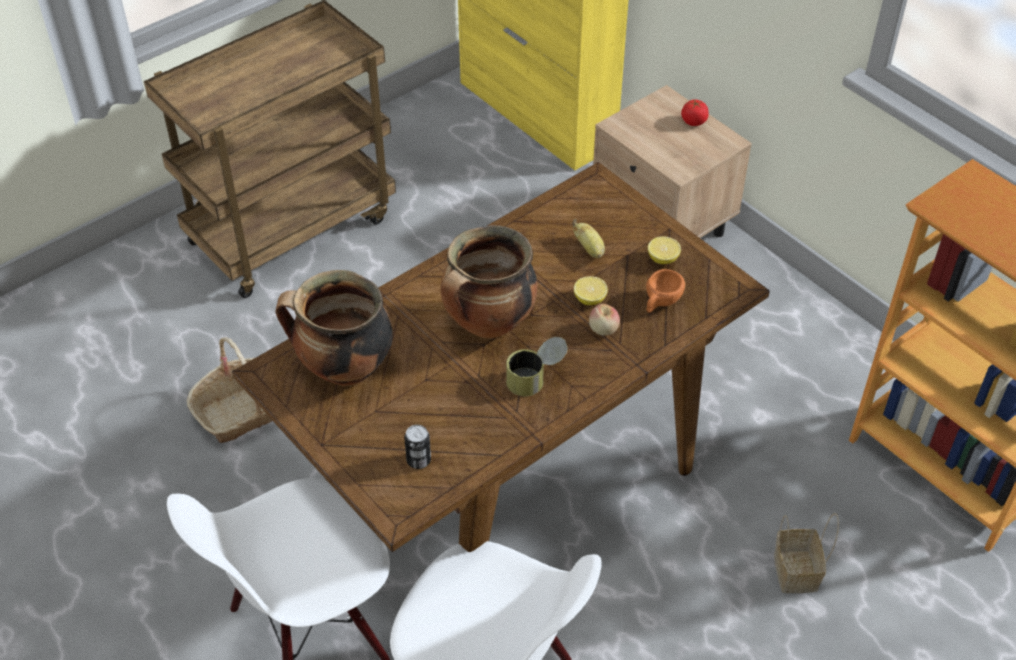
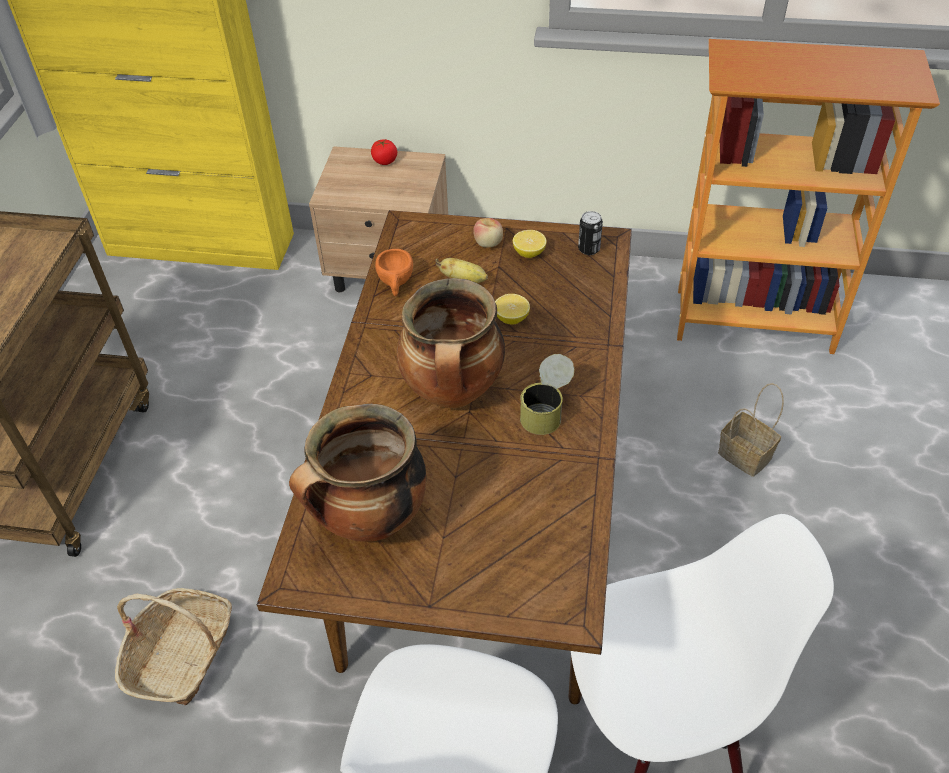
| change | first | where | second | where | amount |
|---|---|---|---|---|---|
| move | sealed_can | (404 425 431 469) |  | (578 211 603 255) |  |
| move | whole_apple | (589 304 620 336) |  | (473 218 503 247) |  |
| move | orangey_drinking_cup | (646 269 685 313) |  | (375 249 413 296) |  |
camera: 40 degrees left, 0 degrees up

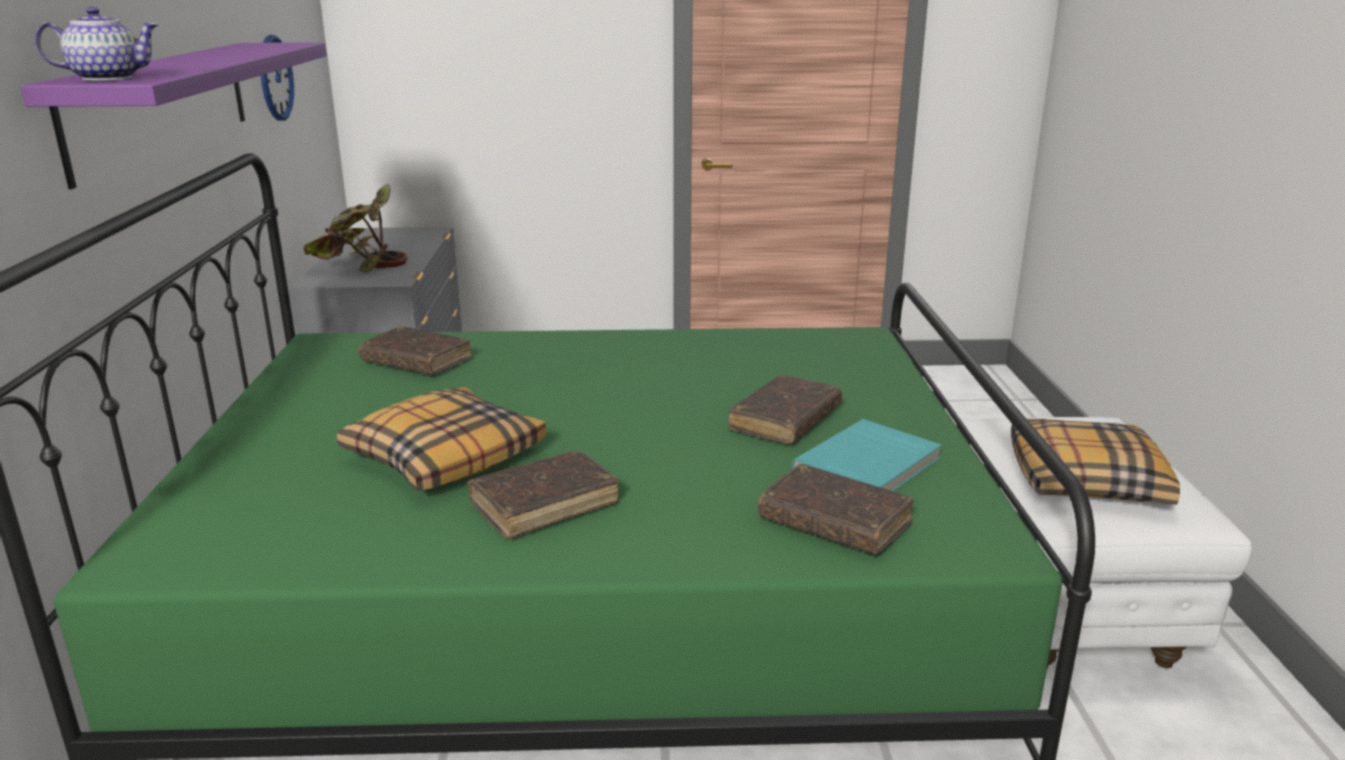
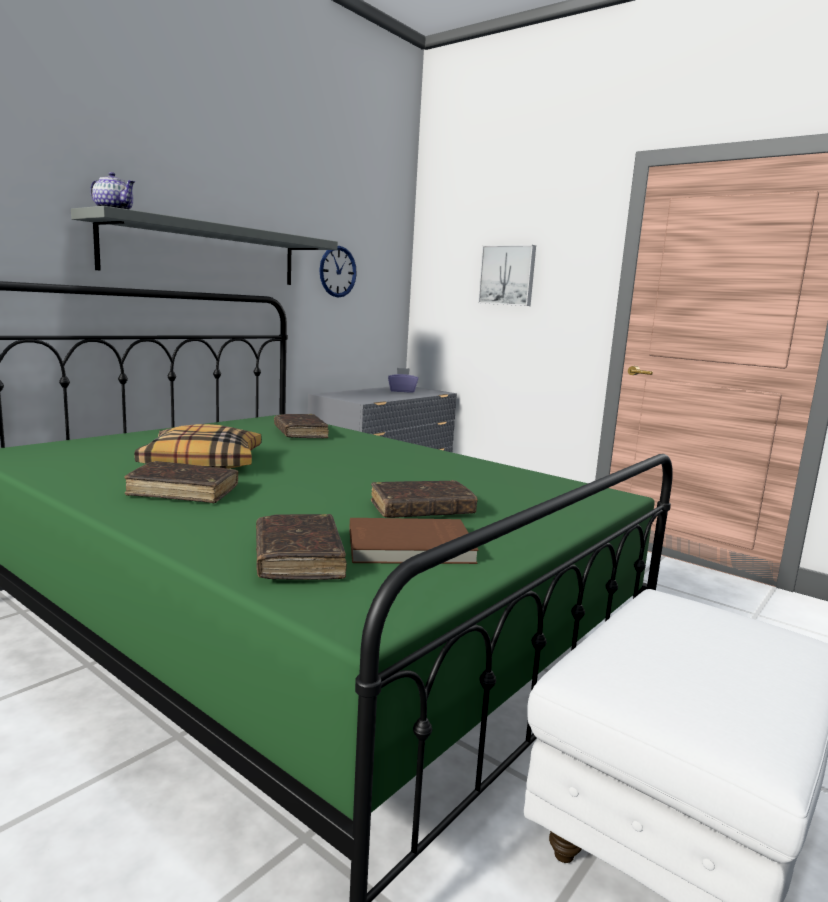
| change | first | where | second | where | amount |
|---|---|---|---|---|---|
| recolor | purple-coloured_shelf | (20 42 327 189) | greyish_shelf | (71 206 338 285) |  |
| delete | houseplant | (304 184 408 272) |  |  |  |
| recolor | blue-green_bound_book | (792 419 942 491) | brown-coloured_bound_book | (349 518 478 564) |  |
| delete | cushion | (1011 419 1180 505) |  |  |  |
| insert |  |  | purple-coloured_tissue_holder | (388 368 418 393) |  |
| insert |  |  | wall_picture | (478 245 536 306) |  |
camera: 40 degrees right, 10 degrees down

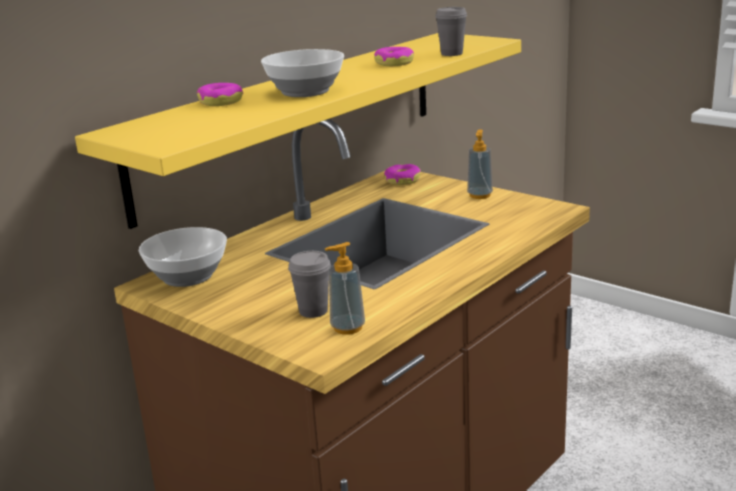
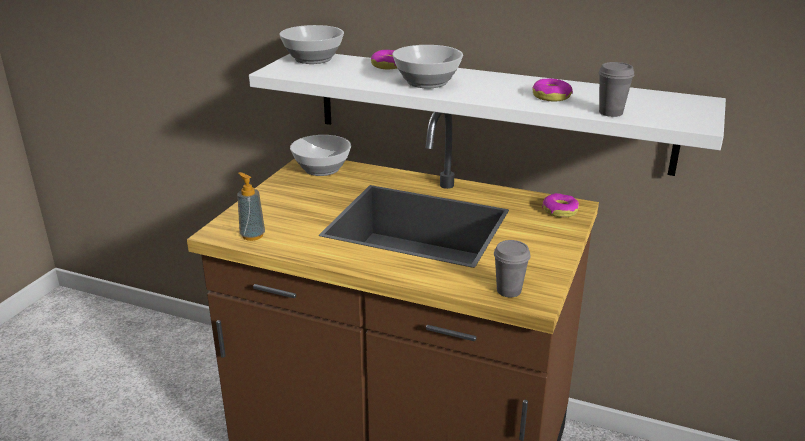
| change | first | where | second | where | amount |
|---|---|---|---|---|---|
| recolor | yellow_shelf | (75 33 521 229) | white_shelf | (249 54 726 176) |  |
| move | greyish_drinking_cup | (288 251 331 318) |  | (494 240 531 297) |  |
| delete | soap_bottle | (467 129 493 199) |  |  |  |
| insert |  |  | deep_dish | (280 25 344 64) |  |
camera: 70 degrees right, 5 degrees up

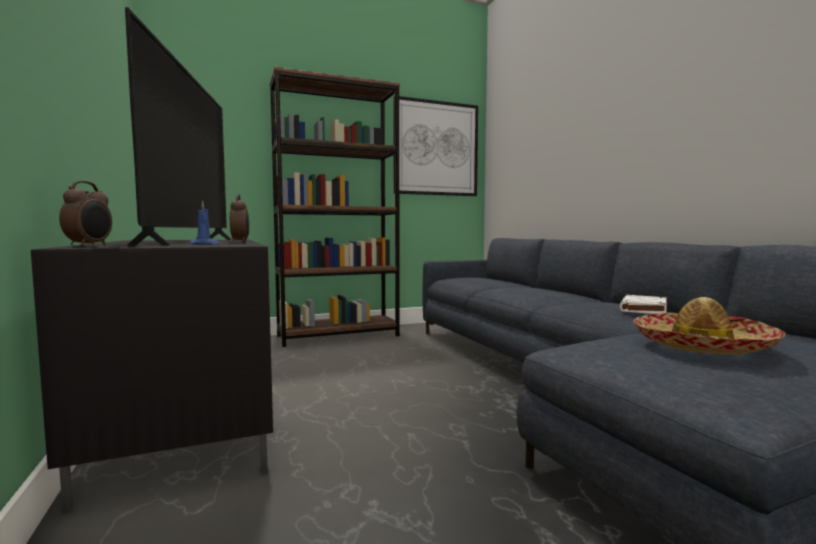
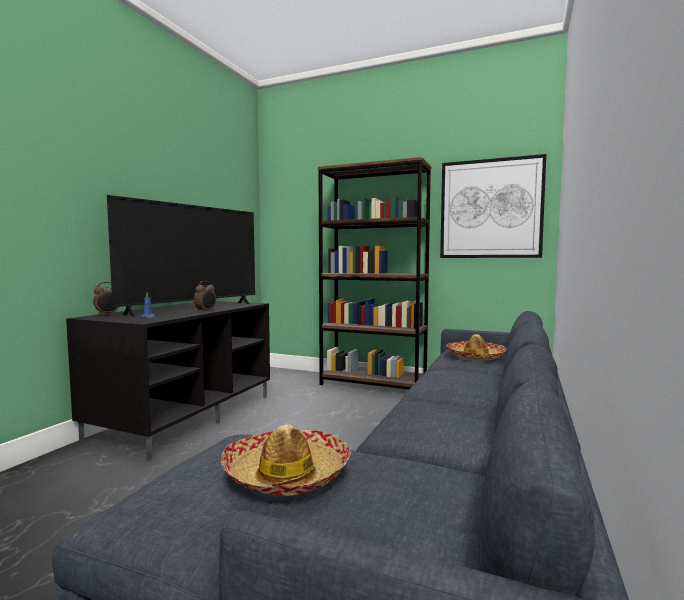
| change | first | where | second | where | amount |
|---|---|---|---|---|---|
| delete | white_bound_book | (620 295 667 314) |  |  |  |
| insert |  |  | hat | (446 334 507 360) |  |
camera: 45 degrees right, 0 degrees up

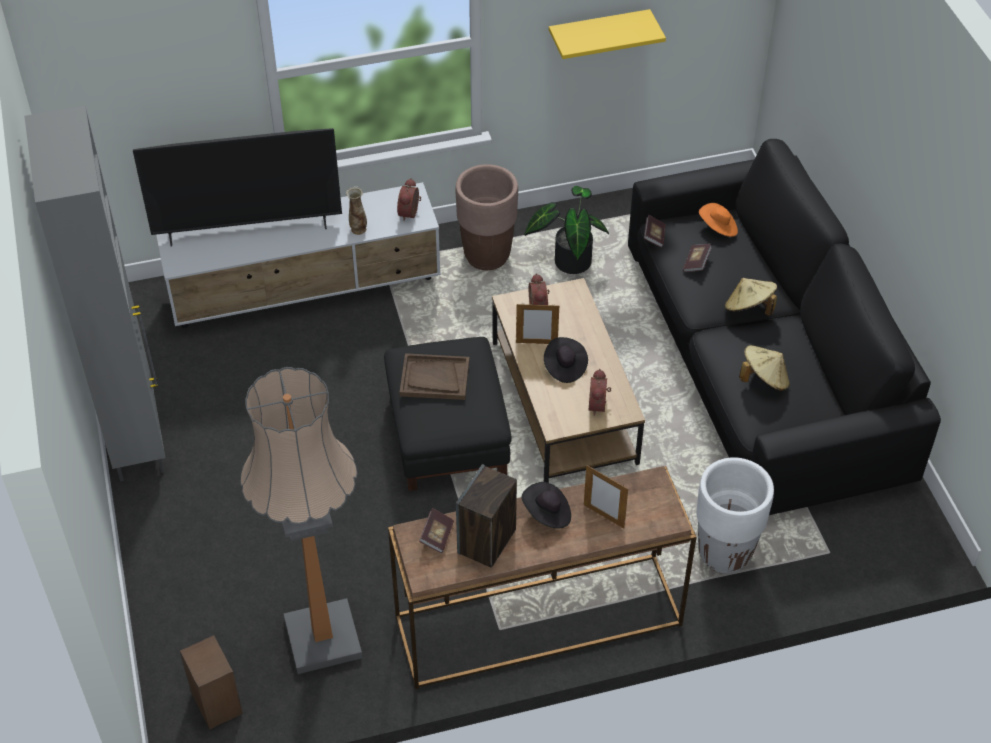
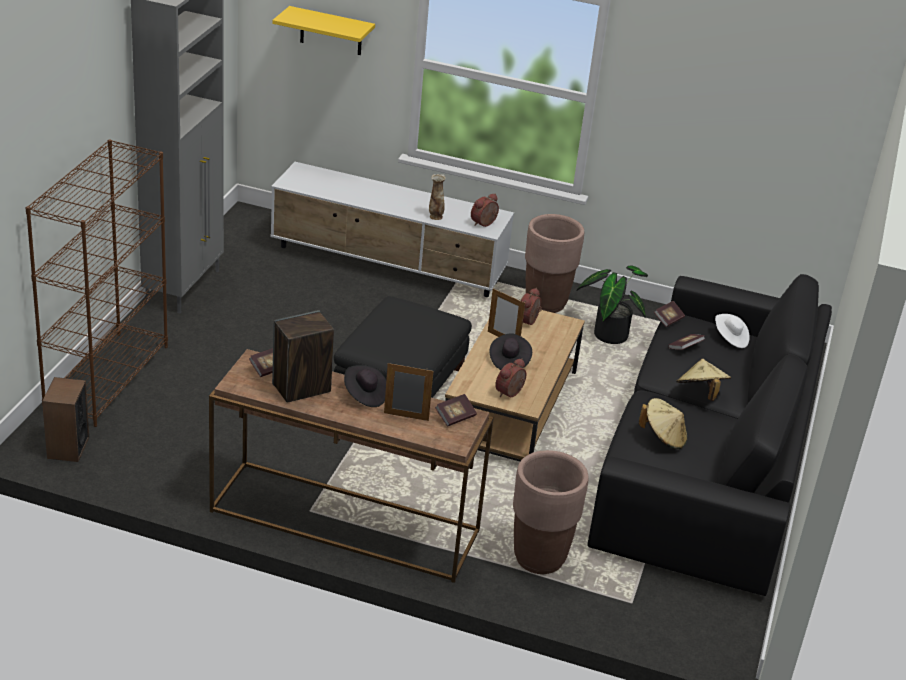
| change | first | where | second | where | amount |
|---|---|---|---|---|---|
| delete | television | (133 128 342 246) |  |  |  |
| delete | floor_lamp | (240 367 362 674) |  |  |  |
| delete | brown-coloured_tray | (400 353 470 400) |  |  |  |
| move | yellow_shelf | (549 9 666 59) |  | (272 6 375 55) |  |
| rotate | picture_frame | (584 465 628 528) |  | (384 363 433 421) | 120 degrees clockwise |
| recolor | white_planter | (696 457 774 574) | brown-coloured_planter | (513 450 589 574) |  |
| recolor | orangey_hat | (699 203 738 237) | white_hat | (715 314 750 348) |  |
| insert |  |  | brown-coloured_shelving_unit | (25 139 168 427) |  |
| insert |  |  | bound_book | (435 394 477 427) |  |
camera: 30 degrees right, 15 degrees down

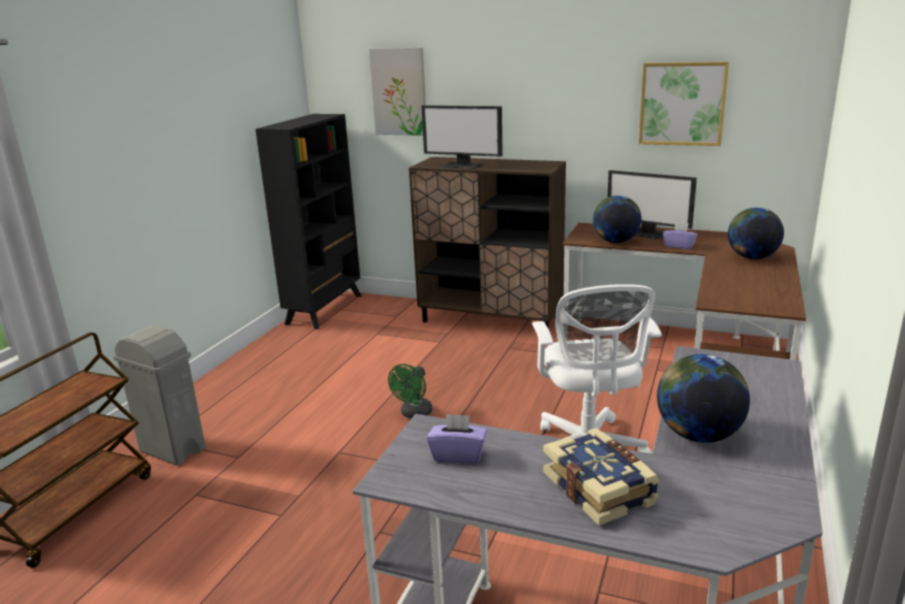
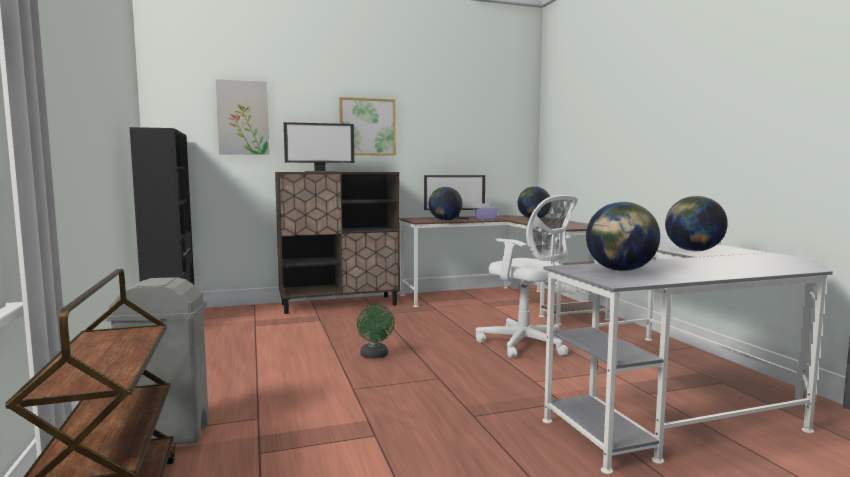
| change | first | where | second | where | amount |
|---|---|---|---|---|---|
| replace | purple-coloured_tissue_holder | (427 414 487 464) | desk_globe | (586 202 660 271) |  |
| delete | bound_book | (543 428 660 526) |  |  |  |
| move | wall_picture | (639 62 729 146) |  | (339 97 396 156) |  |
camera: 40 degrees left, 15 degrees down

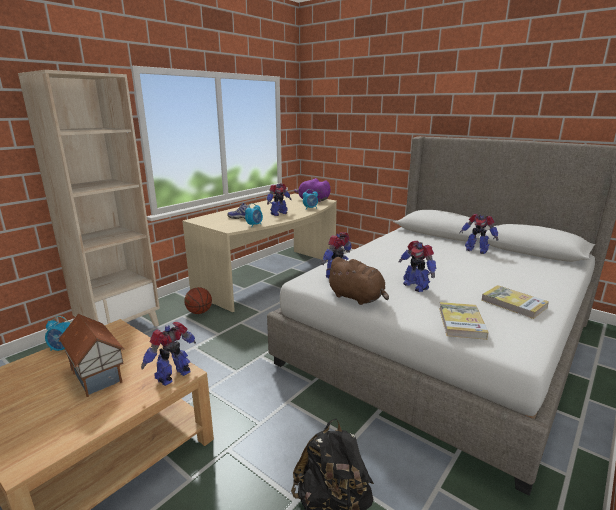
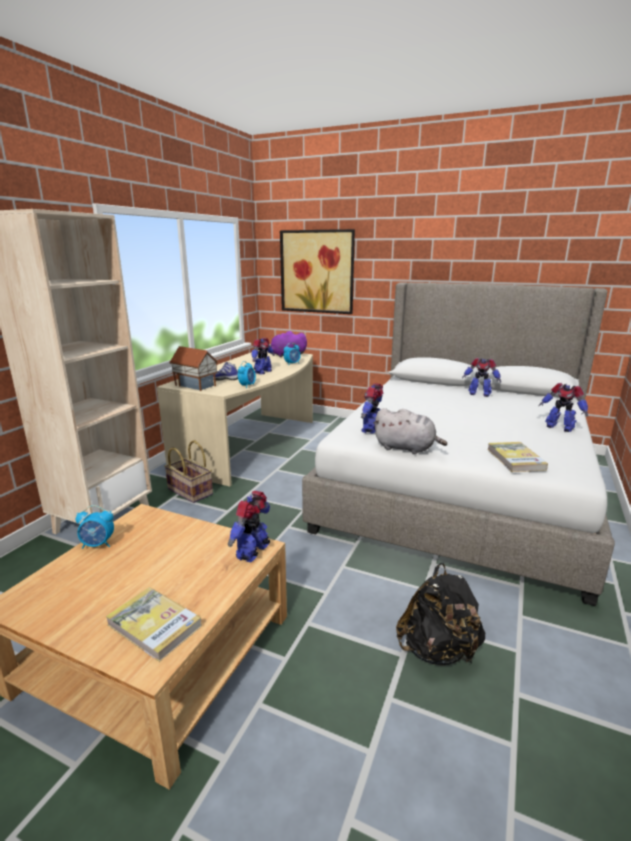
| change | first | where | second | where | amount |
|---|---|---|---|---|---|
| move | model_house | (59 314 125 397) |  | (169 346 218 391) |  |
| replace | basketball_ball | (184 287 212 314) | storage_basket | (164 440 213 503) |  |
| recolor | brown-coloured_plush_toy | (326 257 389 305) | greyish_plush_toy | (374 408 447 454) |  |
| move | model_robot | (399 241 436 292) |  | (539 383 588 432) |  |
| move | bound_book | (482 285 549 319) |  | (106 587 202 662) |  |
| insert |  |  | wall_picture | (280 229 355 314) |  |
camera: 15 degrees left, 0 degrees up

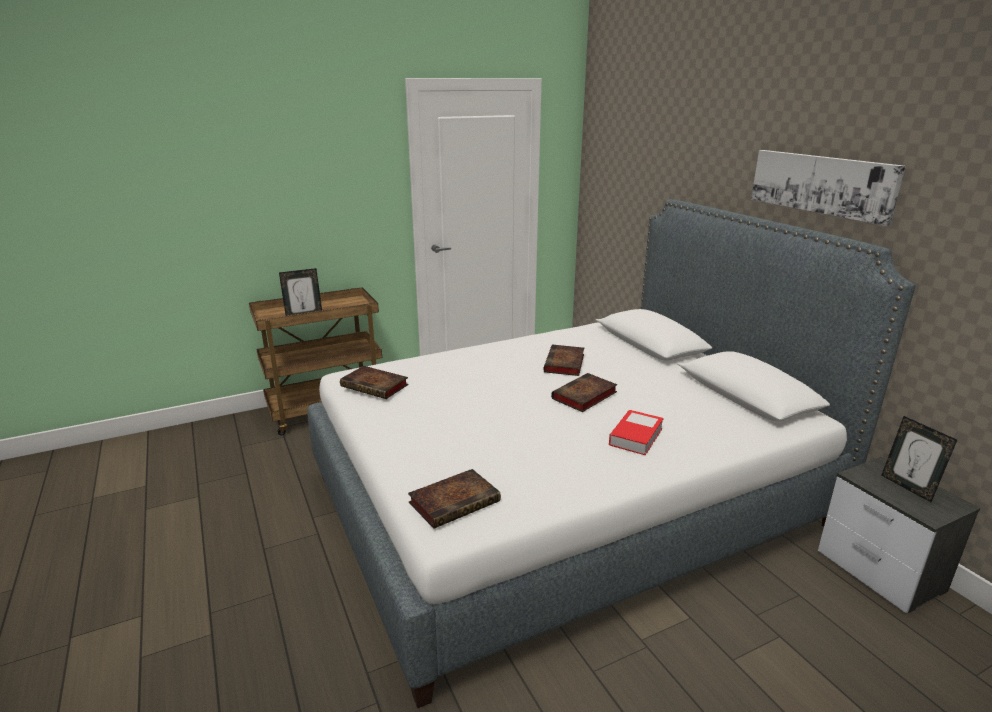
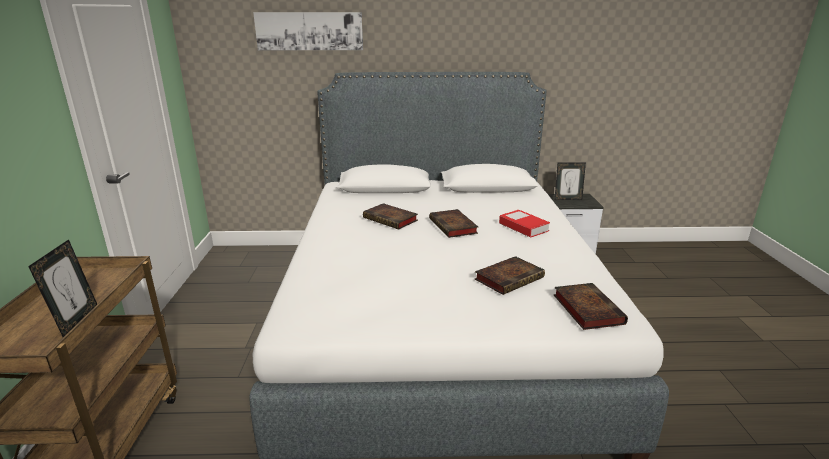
| change | first | where | second | where | amount |
|---|---|---|---|---|---|
| move | bound_book | (340 366 408 399) |  | (475 256 545 295) |  |
| move | wall_picture | (751 150 905 226) |  | (253 12 363 50) |  |
camera: 65 degrees left, 0 degrees up

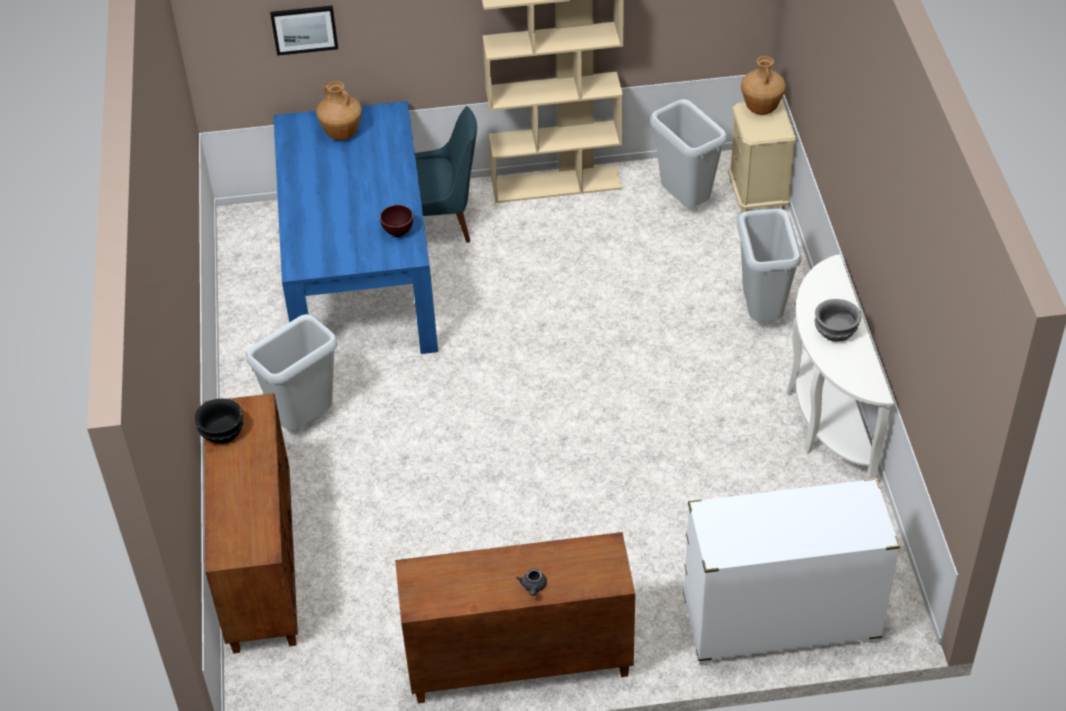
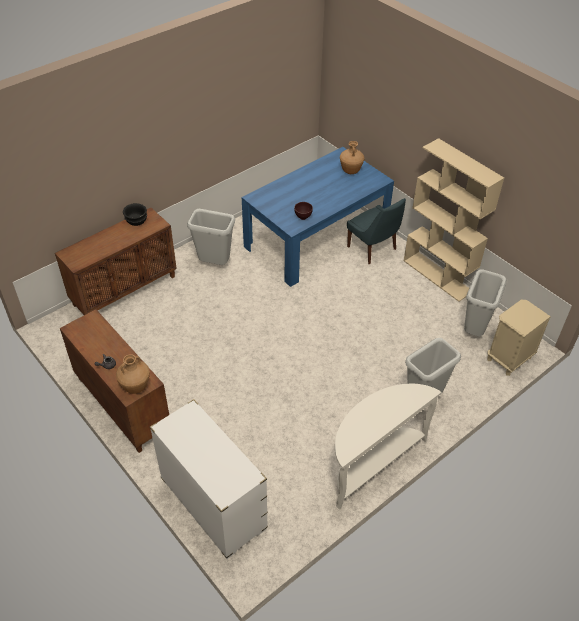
| change | first | where | second | where | amount |
|---|---|---|---|---|---|
| delete | wall_picture | (270 5 338 56) |  |  |  |
| move | brown-coloured_flower_vase | (741 56 786 115) |  | (116 354 150 394) |  |
| delete | greyish_deep_dish | (814 299 861 342) |  |  |  |
camera: 55 degrees right, 0 degrees up

